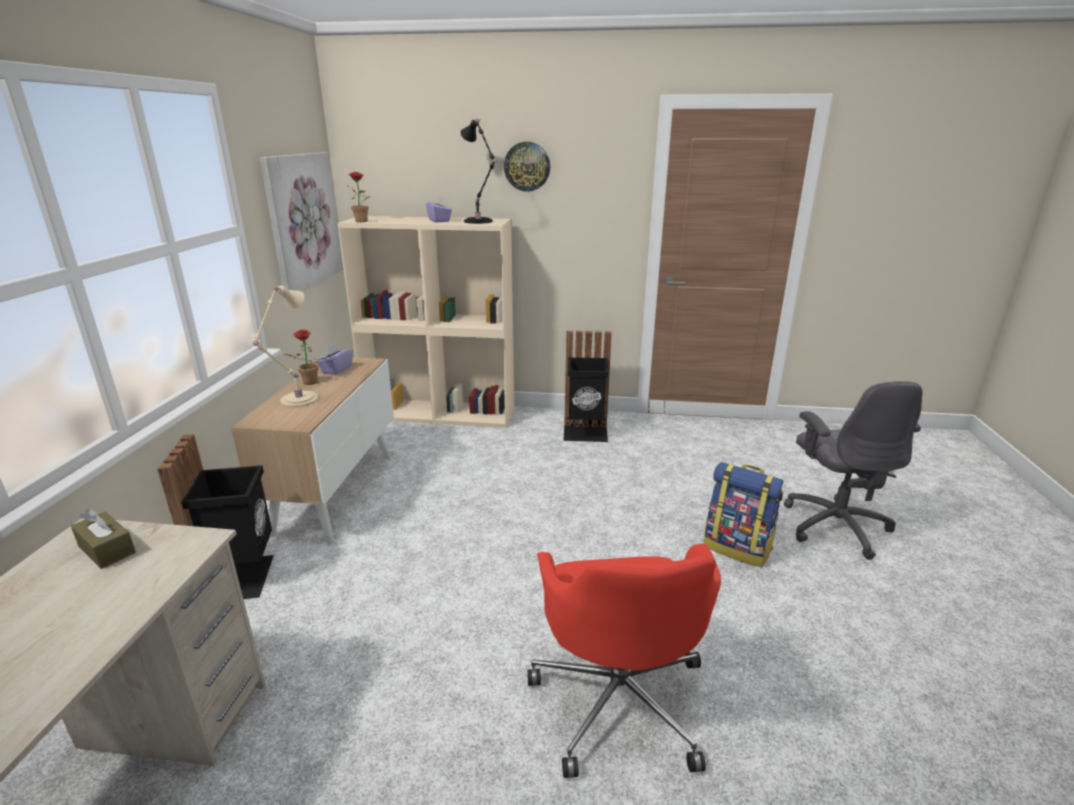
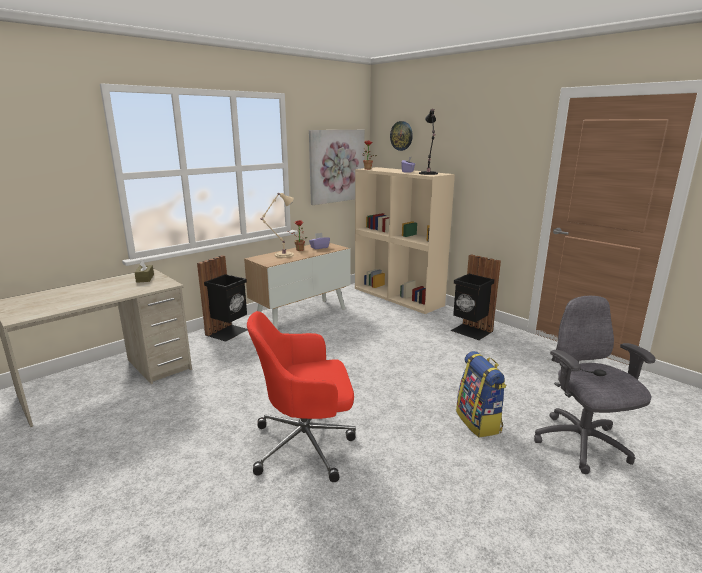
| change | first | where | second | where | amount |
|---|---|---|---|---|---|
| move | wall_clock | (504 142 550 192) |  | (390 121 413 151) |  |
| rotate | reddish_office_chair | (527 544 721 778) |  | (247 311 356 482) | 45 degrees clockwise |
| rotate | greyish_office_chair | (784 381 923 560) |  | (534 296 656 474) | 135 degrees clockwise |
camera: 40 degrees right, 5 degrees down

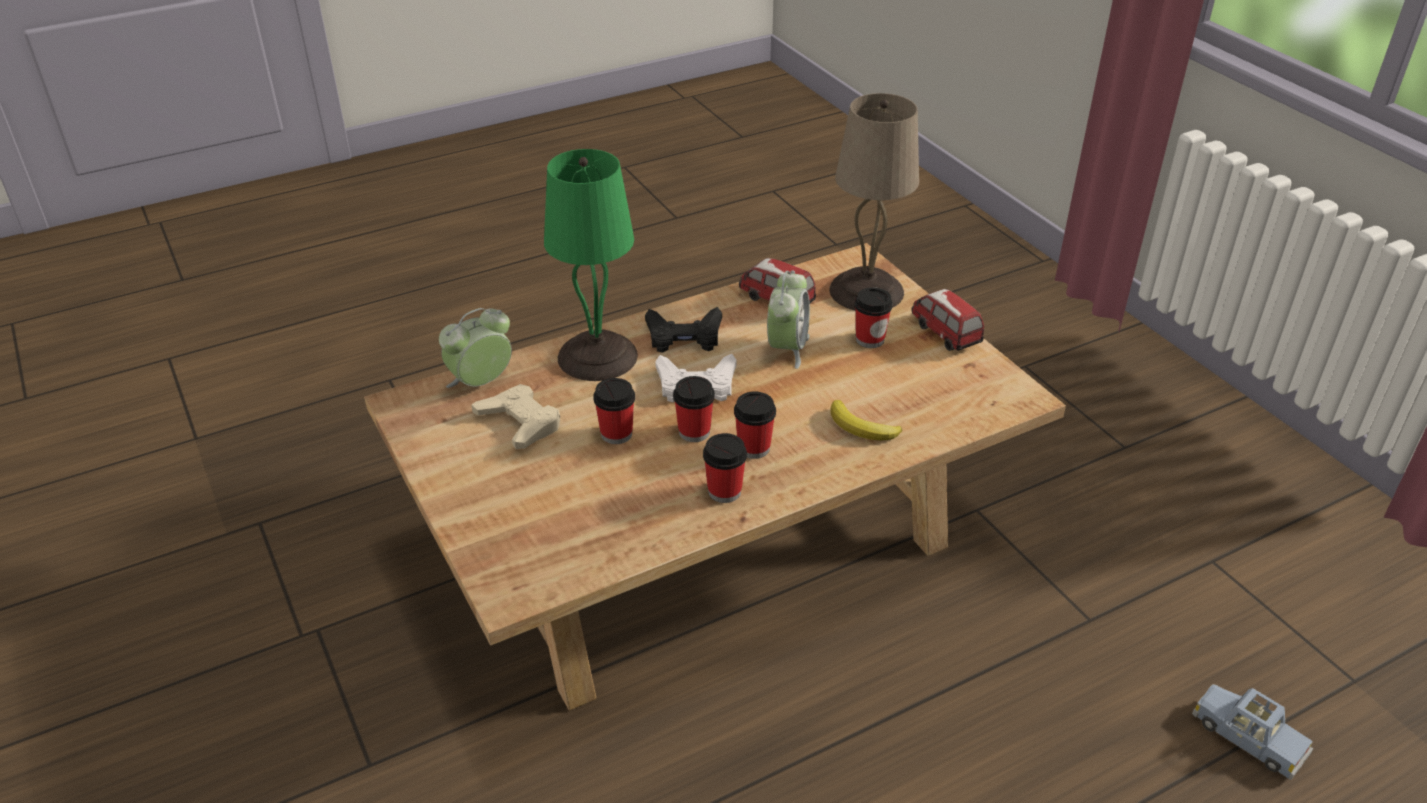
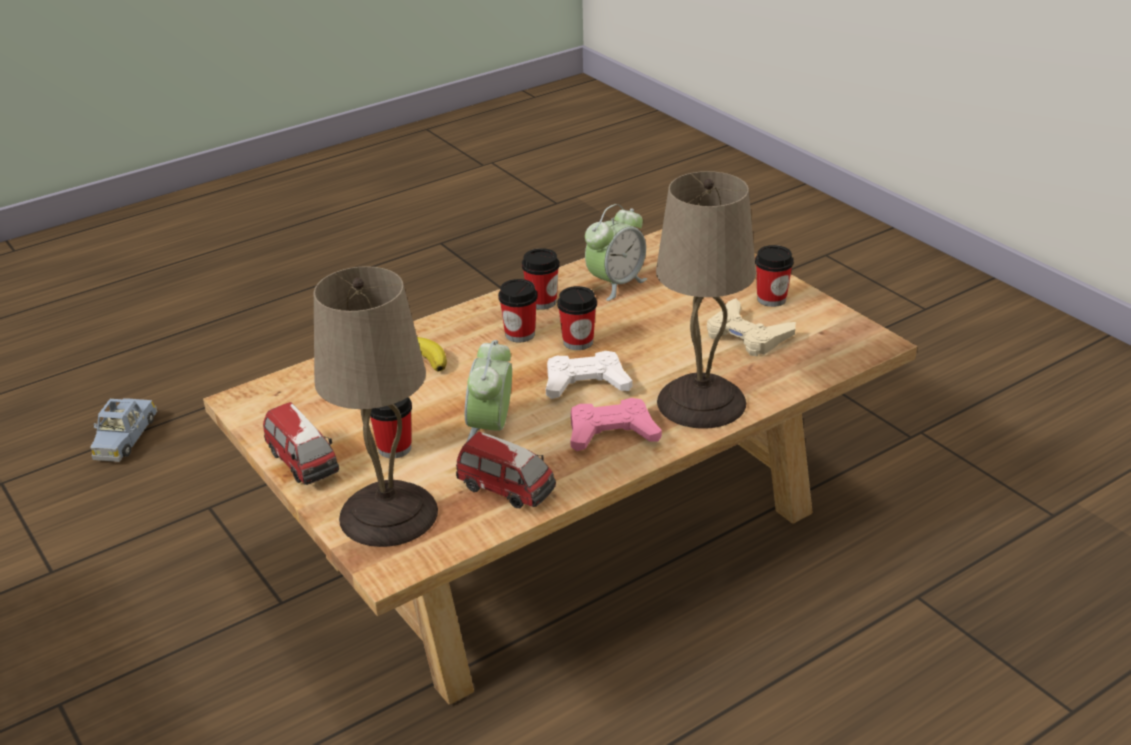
| change | first | where | second | where | amount |
|---|---|---|---|---|---|
| move | alarm_clock | (439 308 512 388) |  | (585 204 647 301) |  |
| recolor | green-coloured_lamp_for_a_table | (544 149 638 381) | beige-coloured_lamp_for_a_table | (656 171 756 429) |  |
| move | drinking_cup | (593 378 635 444) |  | (755 245 793 307) |  |
| recolor | blackish_gamepad | (645 307 722 353) | pink_gamepad | (570 398 662 451) |  |
| rotate | blue-coloured_toy_car | (1192 684 1313 780) |  | (90 398 157 462) | 60 degrees clockwise |
camera: 175 degrees right, 5 degrees down

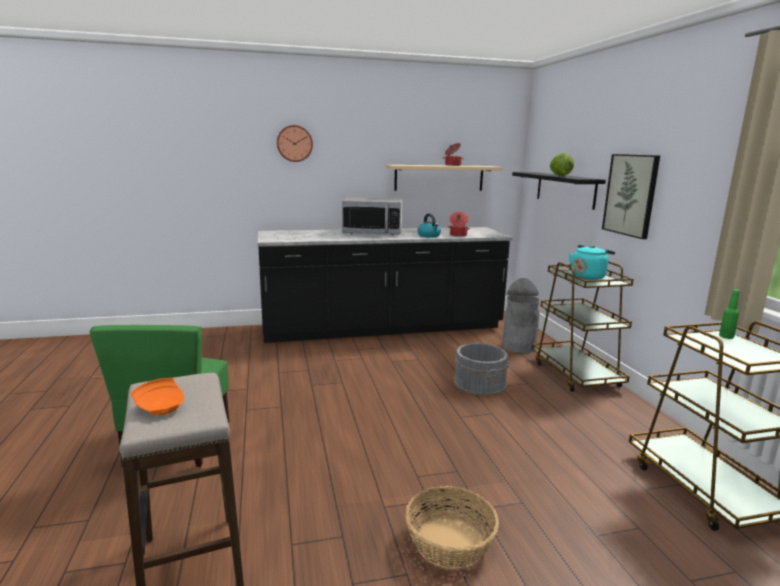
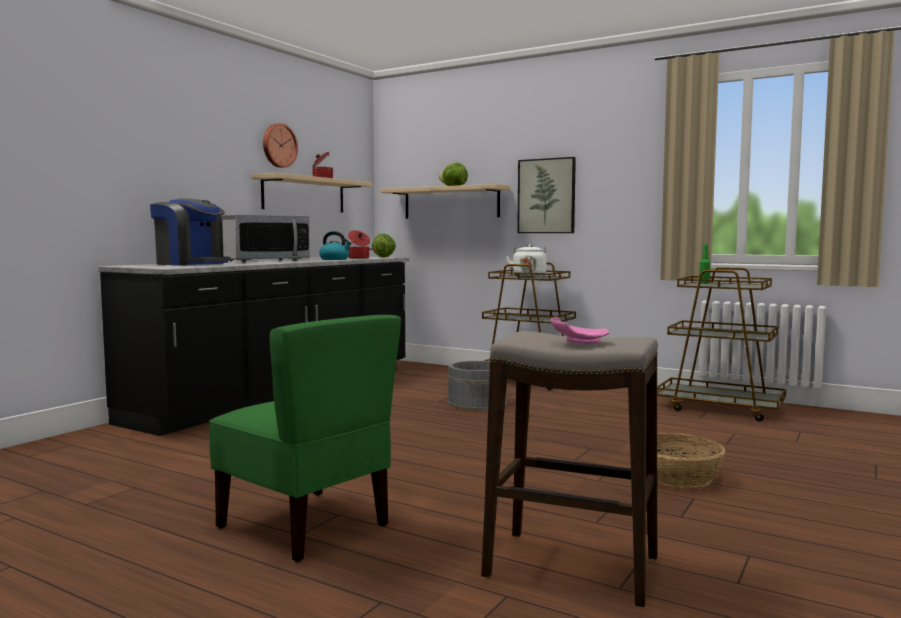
| change | first | where | second | where | amount |
|---|---|---|---|---|---|
| recolor | orangey_plate | (131 378 184 415) | pink_plate | (551 317 609 344) |  |
| move | wall_clock | (277 125 313 162) |  | (263 123 298 168) |  |
| delete | greyish_rubbish_bin | (502 278 540 353) |  |  |  |
| recolor | blackish_shelf | (512 172 606 210) | beige-coloured_shelf | (380 184 510 218) |  |
| recolor | blue-green_water_kettle | (569 245 615 280) | white_water_kettle | (506 244 547 278) |  |
| insert |  |  | coffee_machine | (150 199 231 266) |  |
| insert |  |  | lettuce | (372 233 396 258) |  |
camera: 45 degrees left, 10 degrees down

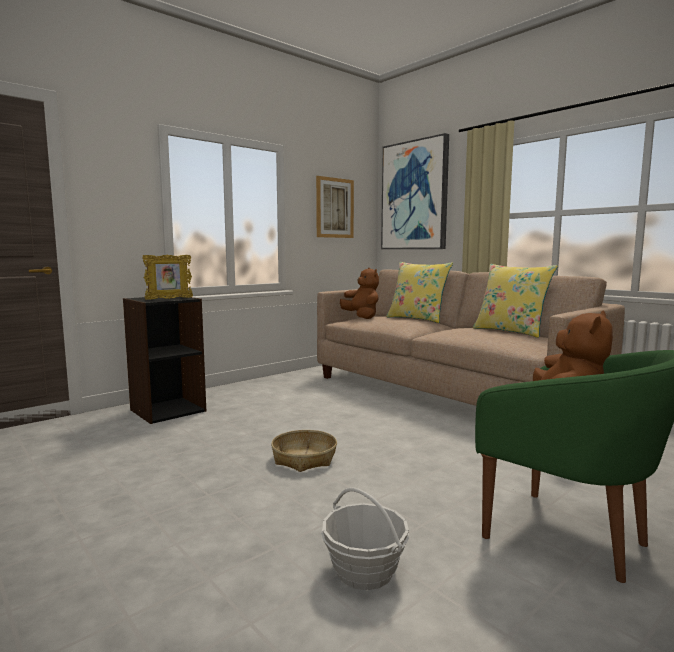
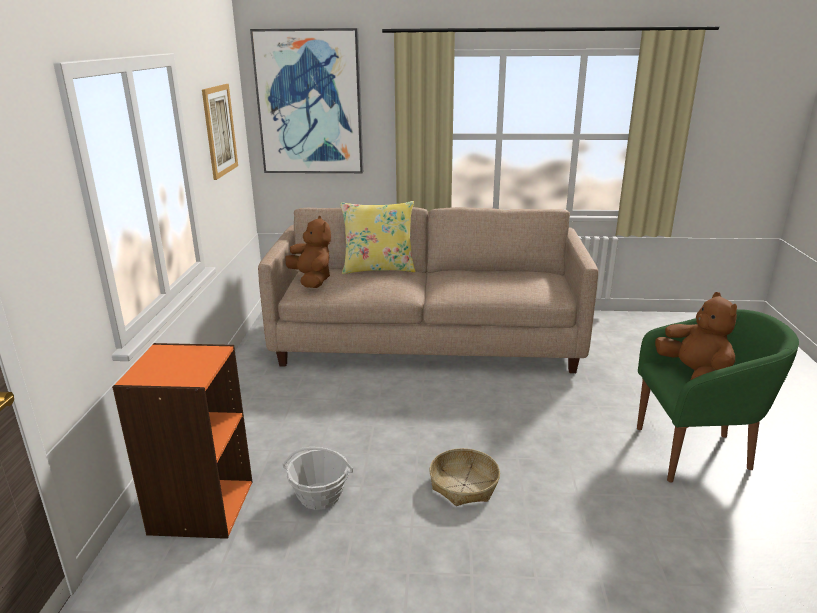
| change | first | where | second | where | amount |
|---|---|---|---|---|---|
| recolor | blackish_shelving_unit | (123 295 206 424) | orangey_shelving_unit | (112 343 252 539) |  |
| delete | picture_frame | (142 254 193 300) |  |  |  |
| move | storage_basket | (321 487 409 590) |  | (283 447 353 510) |  |
| rotate | brown-coloured_plush_toy | (340 268 379 319) |  | (285 216 331 288) | 45 degrees clockwise |
| delete | yellow_cushion | (473 264 558 338) |  |  |  |
camera: 45 degrees left, 15 degrees up

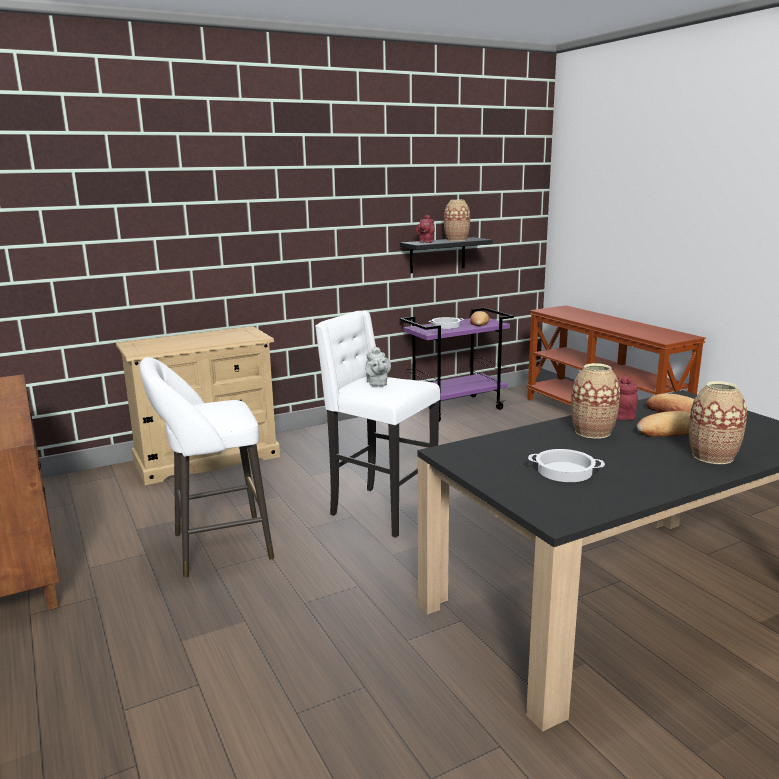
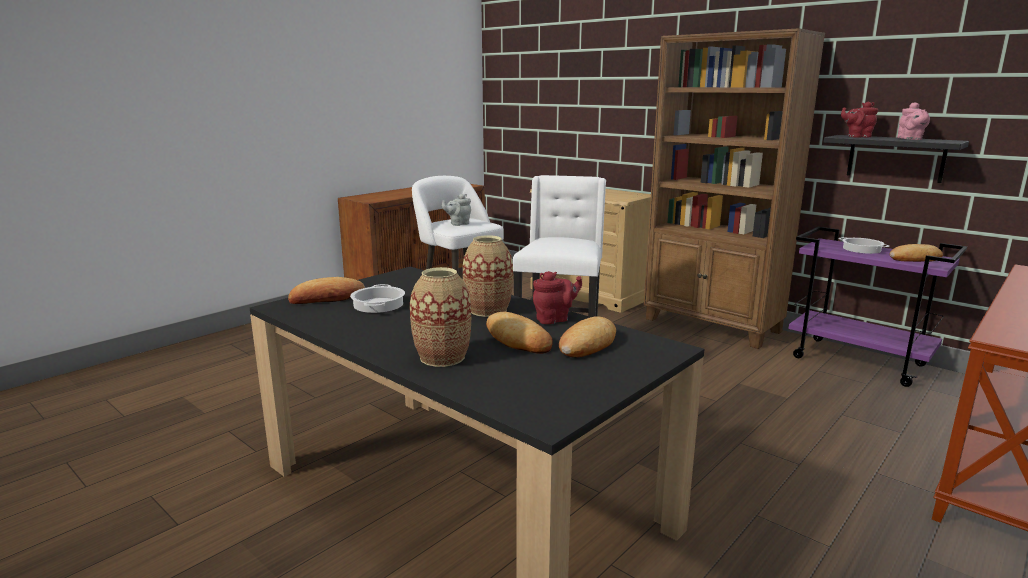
| change | first | where | second | where | amount |
|---|---|---|---|---|---|
| move | greyish_tea_pot | (365 346 391 386) |  | (442 194 471 226) |  |
| replace | flower_vase | (444 200 470 241) | pink_tea_pot | (897 102 930 140) |  |
| insert |  |  | bread | (288 277 365 304) |  |
| insert |  |  | brown-coloured_shelving_unit | (644 28 825 349) |  |
camera: 70 degrees right, 0 degrees up

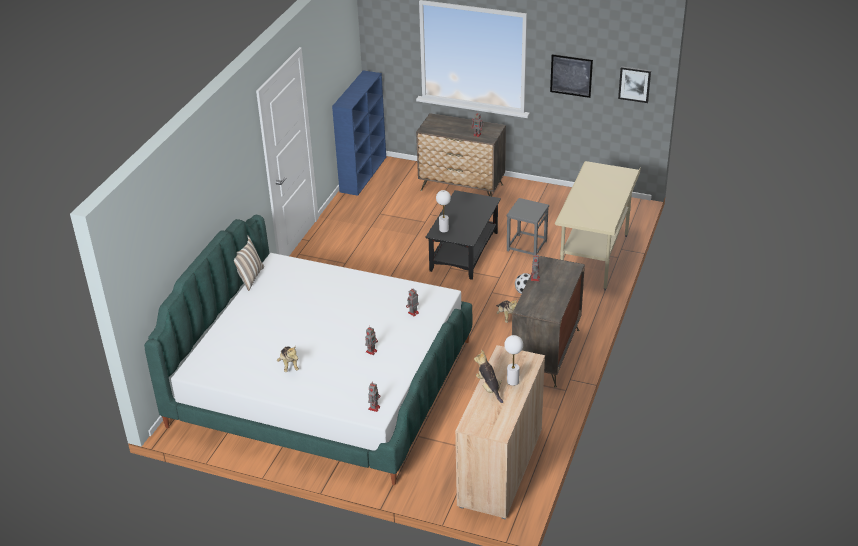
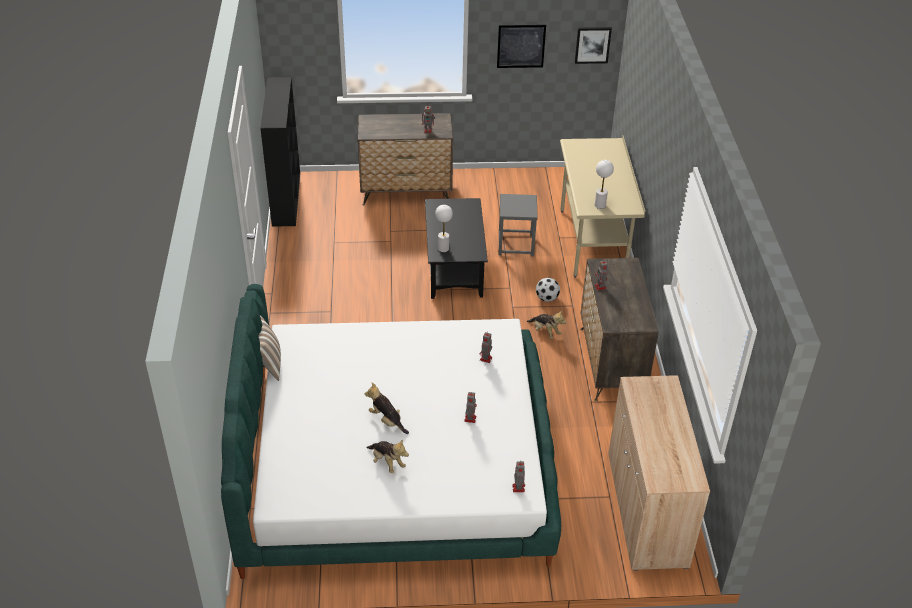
| change | first | where | second | where | amount |
|---|---|---|---|---|---|
| recolor | blue-coloured_shelving_unit | (332 70 386 196) | blackish_shelving_unit | (260 77 300 227) |  |
| move | plush_toy | (474 350 503 403) |  | (365 383 409 434) |  |
| move | white_lamp_for_a_table | (504 335 523 386) |  | (595 160 614 209) |  |
camera: 25 degrees left, 5 degrees up

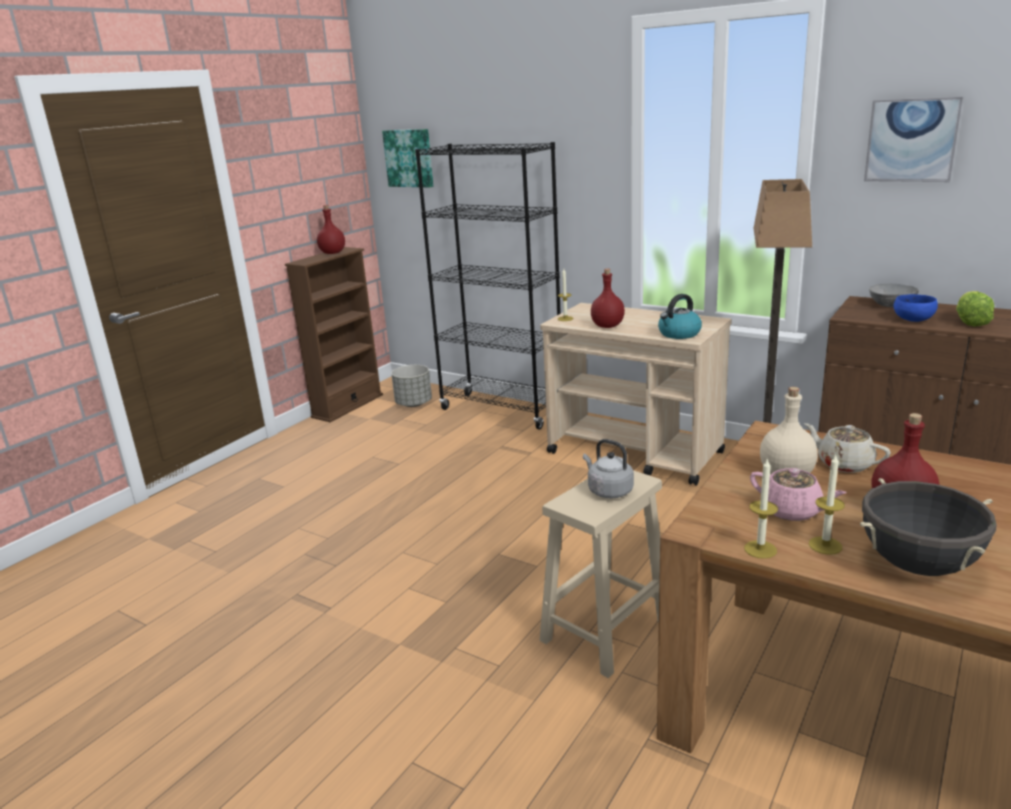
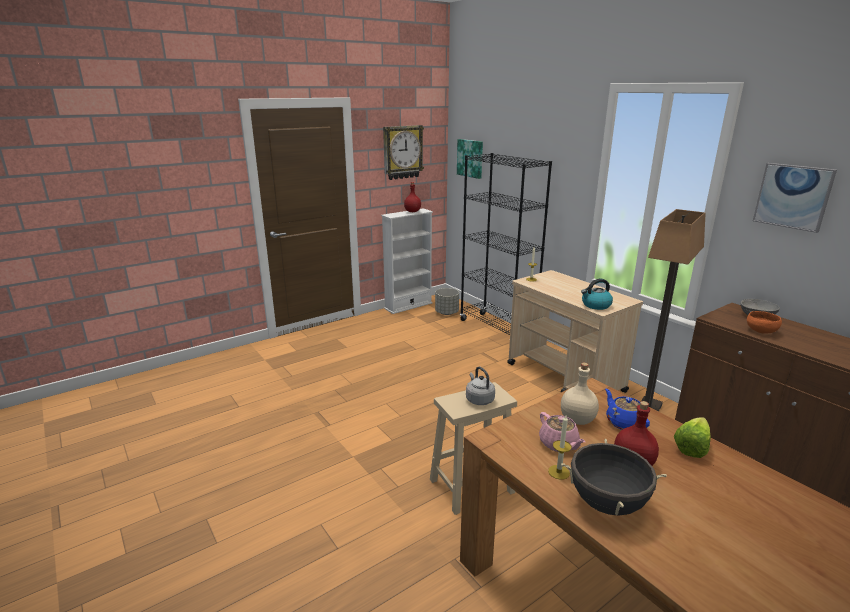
| change | first | where | second | where | amount |
|---|---|---|---|---|---|
| recolor | brown-coloured_shelving_unit | (285 247 383 422) | white_shelving_unit | (381 209 433 314) |  |
| delete | reddish_bottle | (591 269 625 328) |  |  |  |
| delete | wax_candle | (744 458 778 559) |  |  |  |
| recolor | beige-coloured_tea_pot | (804 423 891 473) | blue-coloured_tea_pot | (605 388 650 430) |  |
| recolor | blue-coloured_deep_dish | (894 294 938 322) | orangey_deep_dish | (747 311 782 334) |  |
| move | lettuce | (956 291 994 327) |  | (674 417 711 458) |  |
| insert |  |  | wall_clock | (383 125 424 180) |  |
camera: 20 degrees right, 0 degrees up

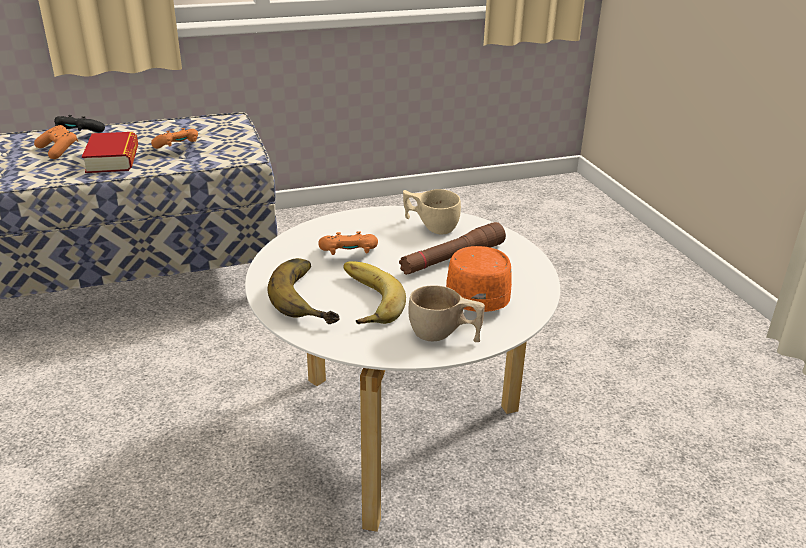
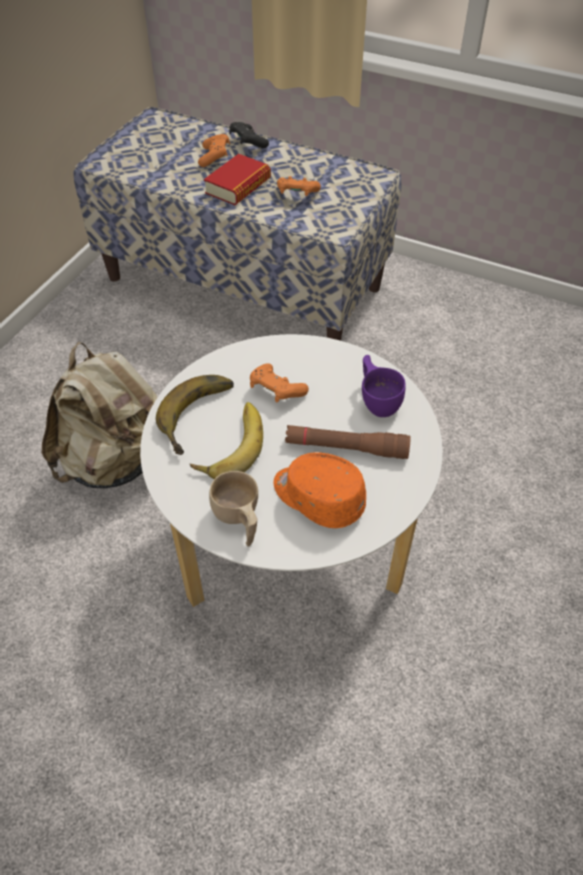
| change | first | where | second | where | amount |
|---|---|---|---|---|---|
| recolor | beige-coloured_drinking_cup | (403 189 461 235) | purple-coloured_drinking_cup | (362 355 406 417) |  |
| rotate | orangey_baseball_cap | (446 246 512 312) |  | (273 452 366 528) | 105 degrees counterclockwise |
| insert |  |  | beige-coloured_rucksack | (42 342 157 488) |  |
camera: 45 degrees right, 20 degrees up

